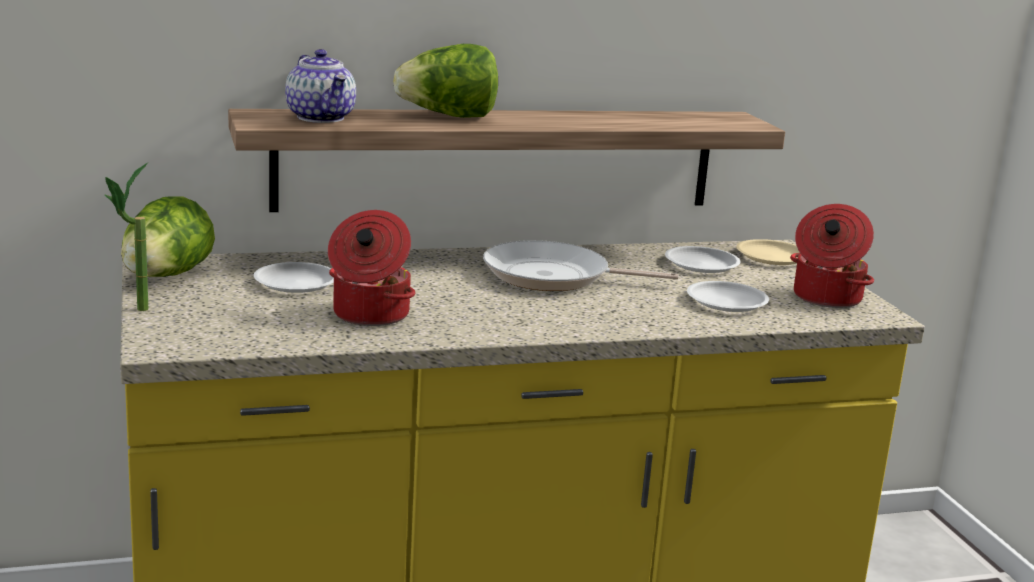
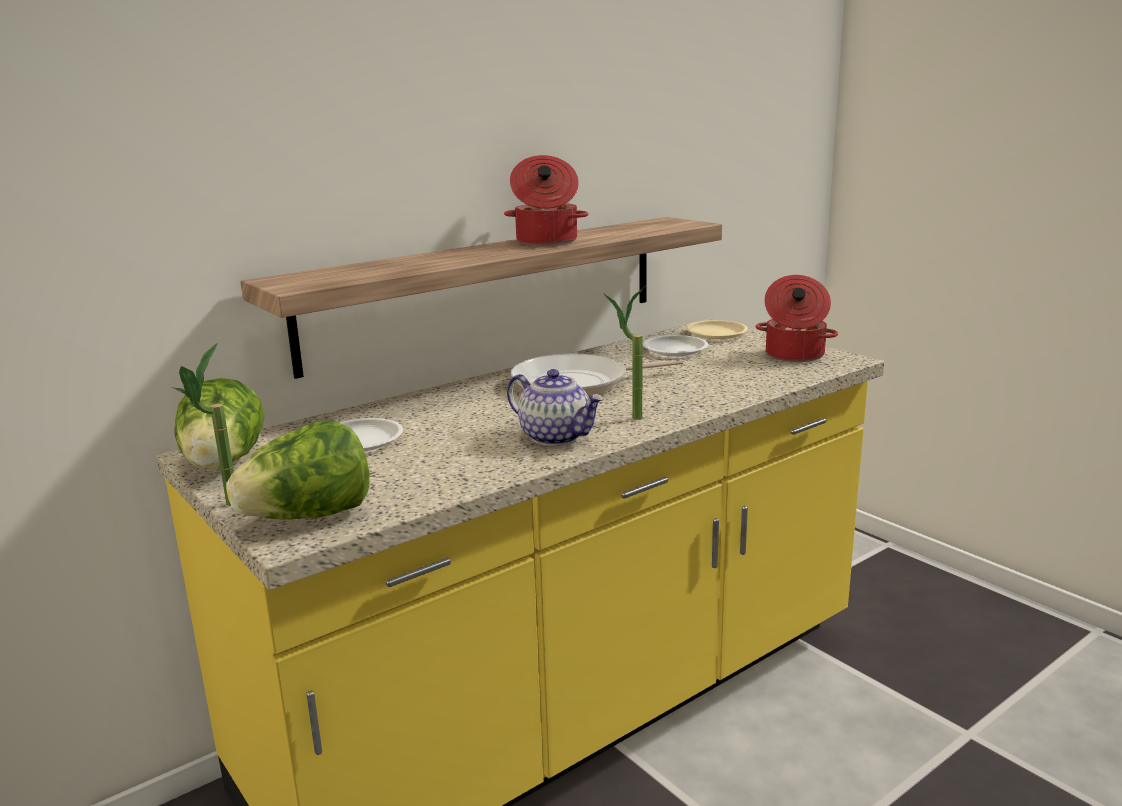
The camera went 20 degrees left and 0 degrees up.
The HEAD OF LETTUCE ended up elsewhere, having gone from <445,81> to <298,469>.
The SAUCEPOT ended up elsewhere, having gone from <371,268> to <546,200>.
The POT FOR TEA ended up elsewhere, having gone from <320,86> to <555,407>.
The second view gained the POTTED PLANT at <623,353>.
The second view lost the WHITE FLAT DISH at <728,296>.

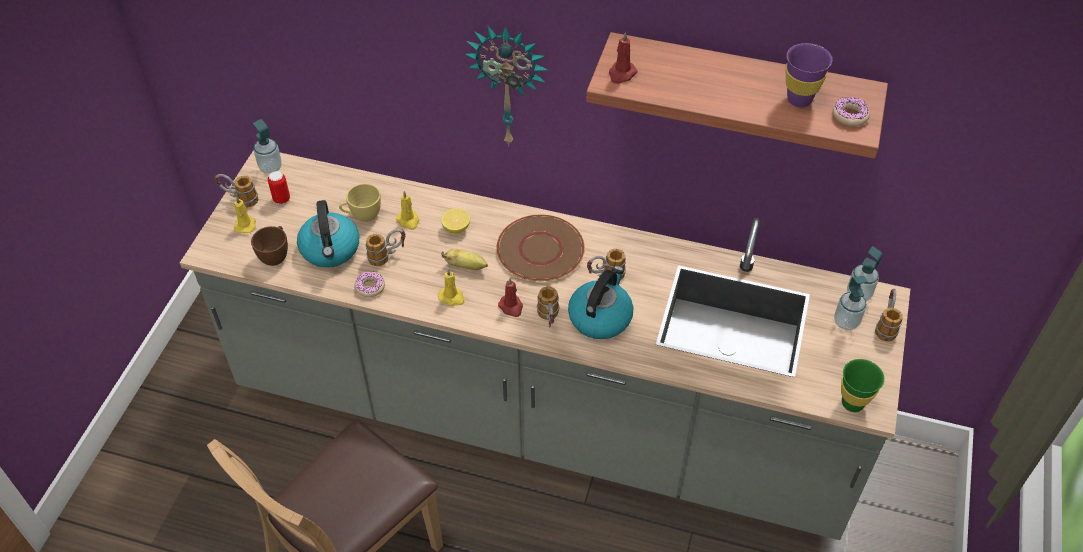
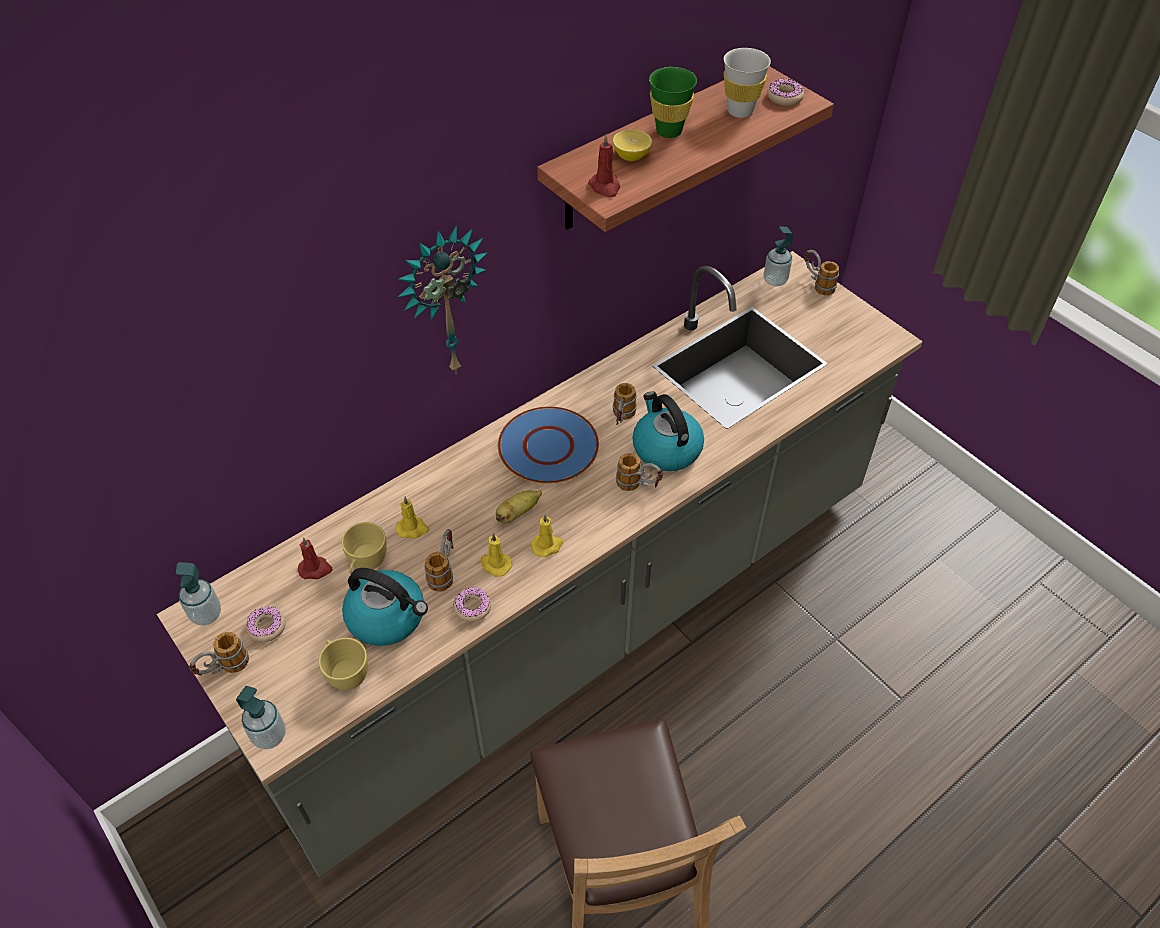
The camera went 55 degrees left and 0 degrees up.
The SOAP BOTTLE ended up elsewhere, having gone from <851,303> to <260,717>.
Where the METAL CAN stood at <279,187>, the DONUT came to stand at <266,624>.
The REDDISH WAX CANDLE ended up elsewhere, having gone from <510,297> to <315,558>.
What was the BROWNISH SMALL CUP at <269,246> turned into the YELLOWISH SMALL CUP at <343,664>.
The YELLOWISH WAX CANDLE ended up elsewhere, having gone from <245,215> to <496,555>.
What was the BROWNISH FLAT DISH at <540,248> turned into the BLUE FLAT DISH at <548,445>.
The LEMON ended up elsewhere, having gone from <455,221> to <632,145>.
The GREENISH SMALL CUP ended up elsewhere, having gone from <863,385> to <673,102>.
What was the PURPLISH SMALL CUP at <808,75> turned into the WHITE SMALL CUP at <747,83>.

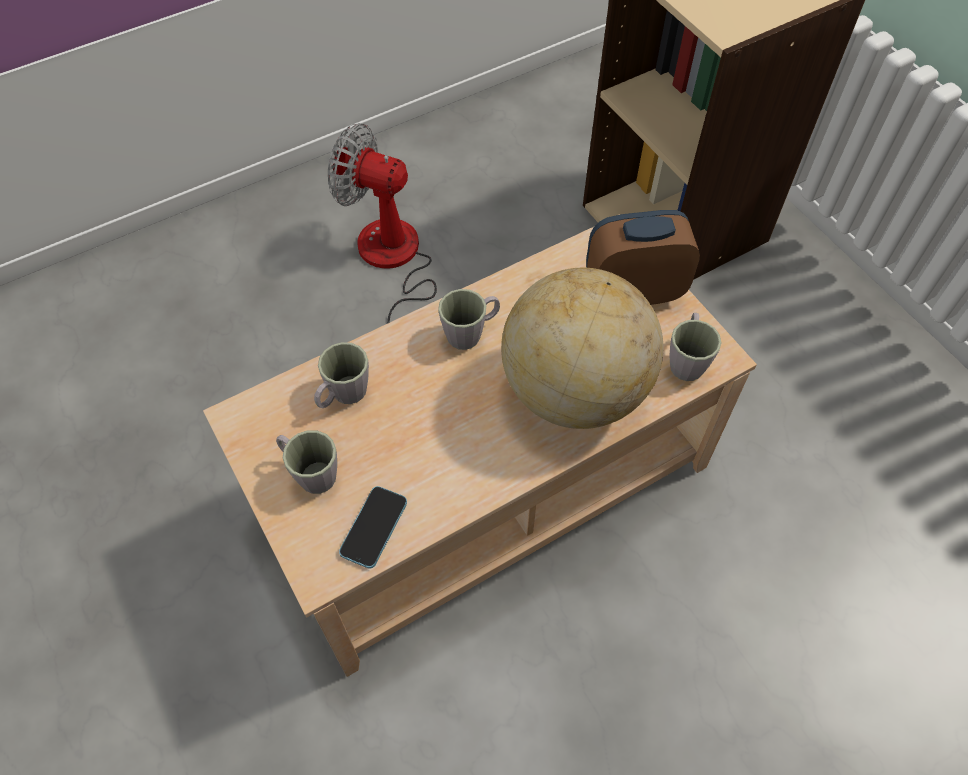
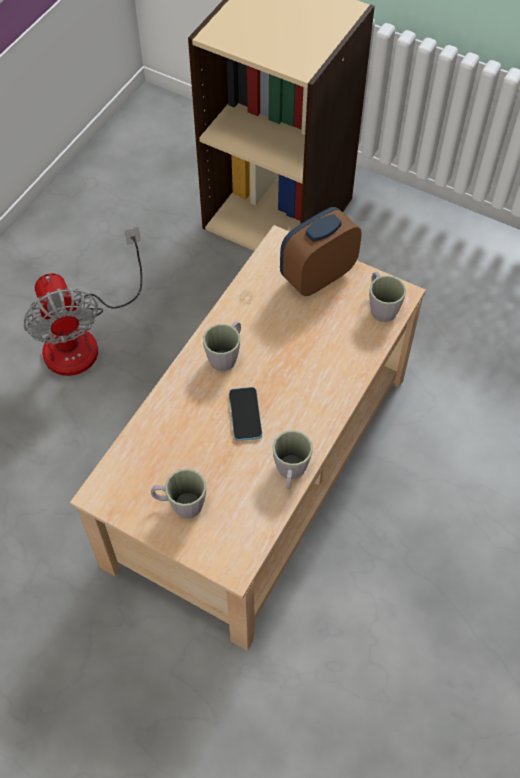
The camera went 30 degrees left and 0 degrees up.
The COOLING FAN at <382,223> ended up facing another way, 105 degrees counterclockwise from before.
The HANDSET ended up elsewhere, having gone from <373,527> to <245,414>.
The GREY TEA MUG ended up elsewhere, having gone from <341,375> to <292,459>.
The second view lost the DESK GLOBE at <582,348>.

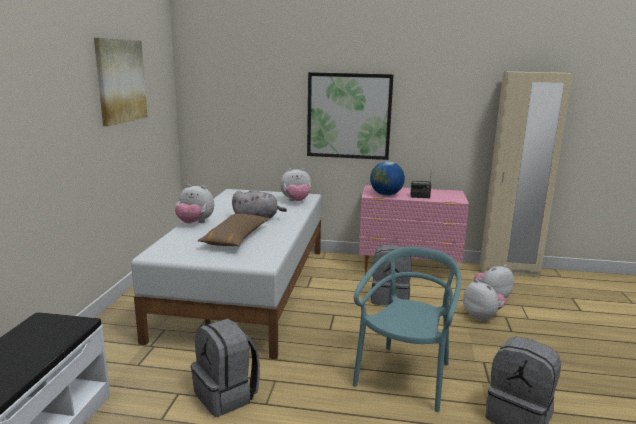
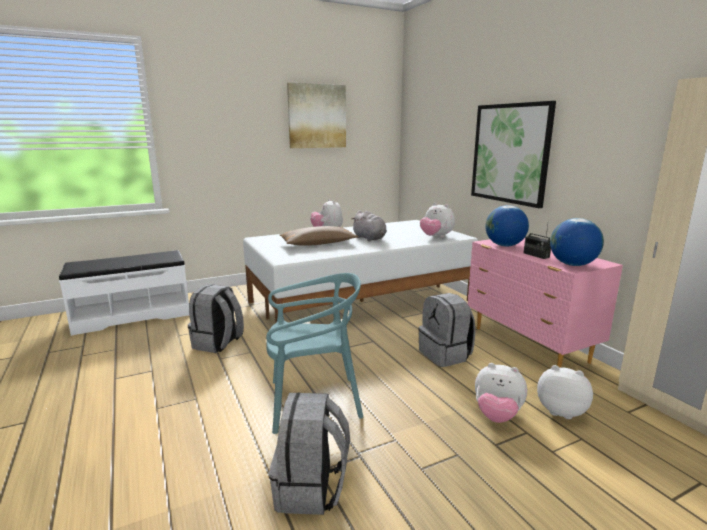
The camera went 55 degrees right and 0 degrees up.
The CUDDLY TOY at <484,300> ended up facing another way, 90 degrees clockwise from before.
The second view gained the DESK GLOBE at <577,242>.

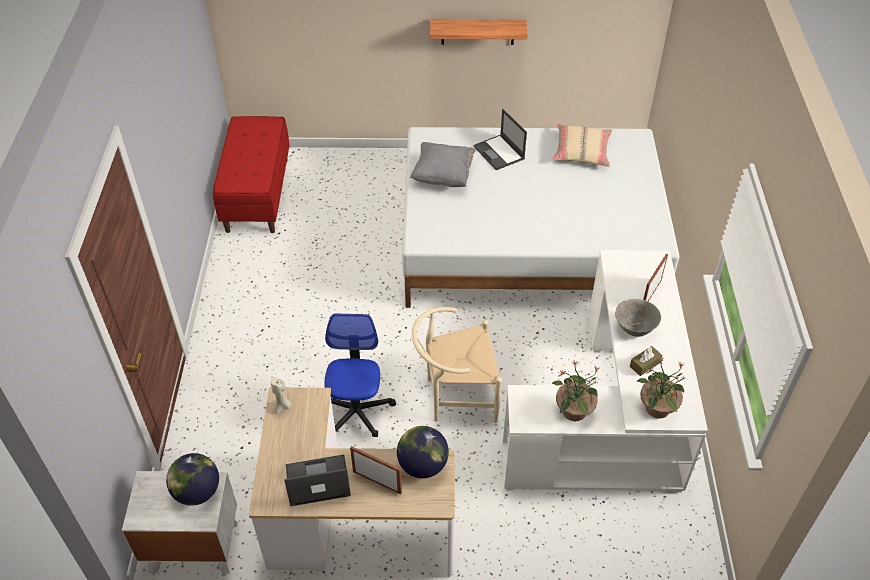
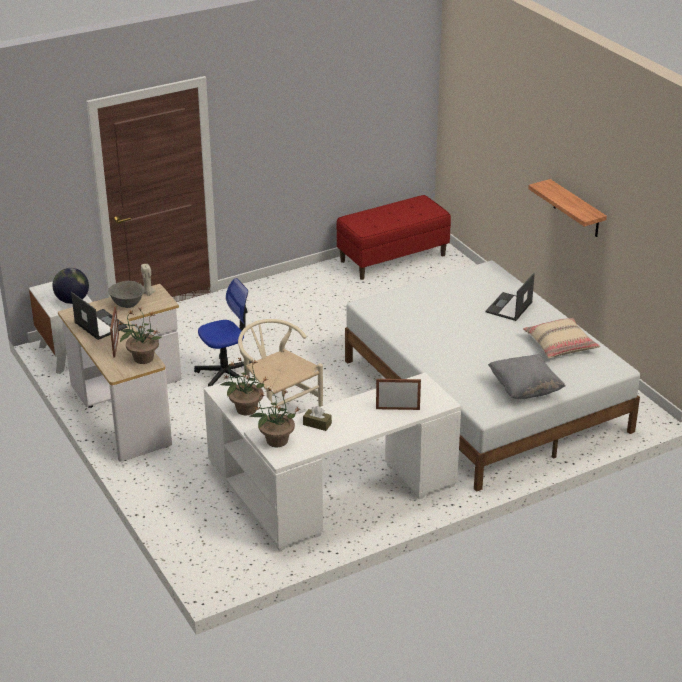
The camera went 60 degrees right and 15 degrees down.
The GREY DEEP DISH ended up elsewhere, having gone from <638,318> to <126,294>.
Where the DESK GLOBE stood at <423,452>, the POTTED PLANT came to stand at <139,335>.
The GREY CUSHION ended up elsewhere, having gone from <443,164> to <527,376>.

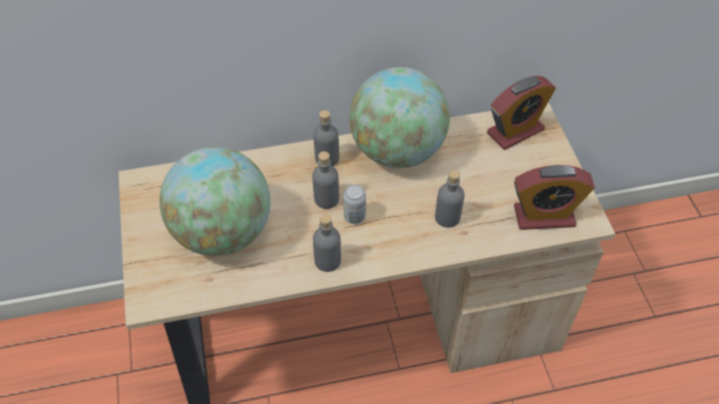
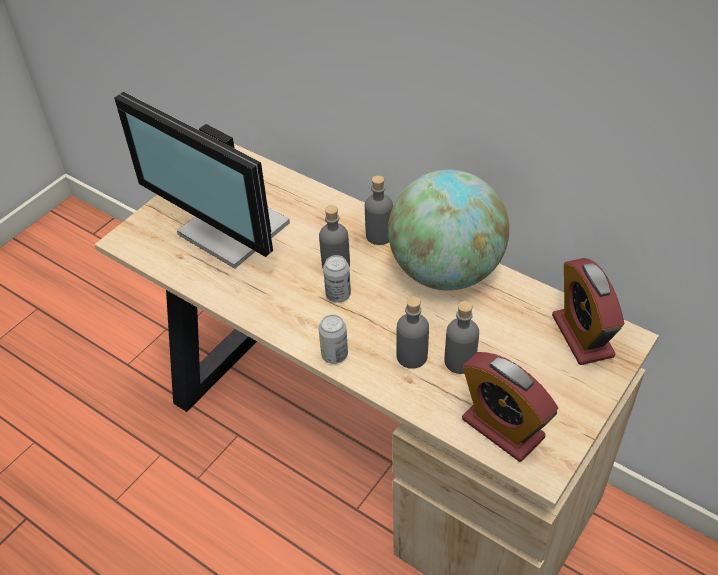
The camera went 50 degrees right and 5 degrees down.
Where the DESK GLOBE stood at <214,201>, the COMPUTER DISPLAY came to stand at <202,180>.
The second view gained the METAL CAN at <333,339>.
The GREY BOTTLE ended up elsewhere, having gone from <327,243> to <462,337>.
The TABLE CLOCK at <521,113> ended up facing another way, 60 degrees clockwise from before.

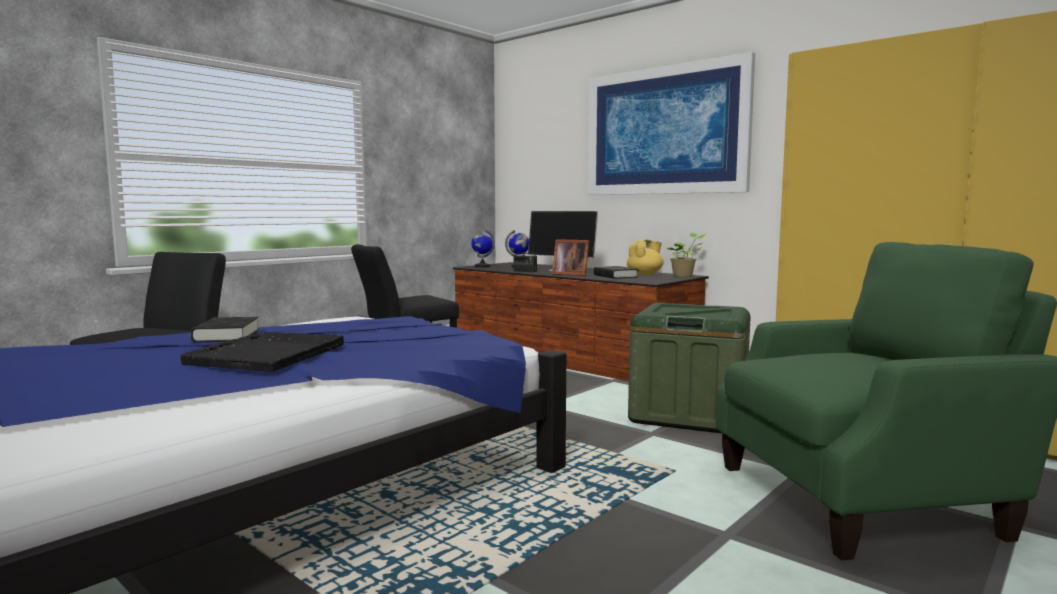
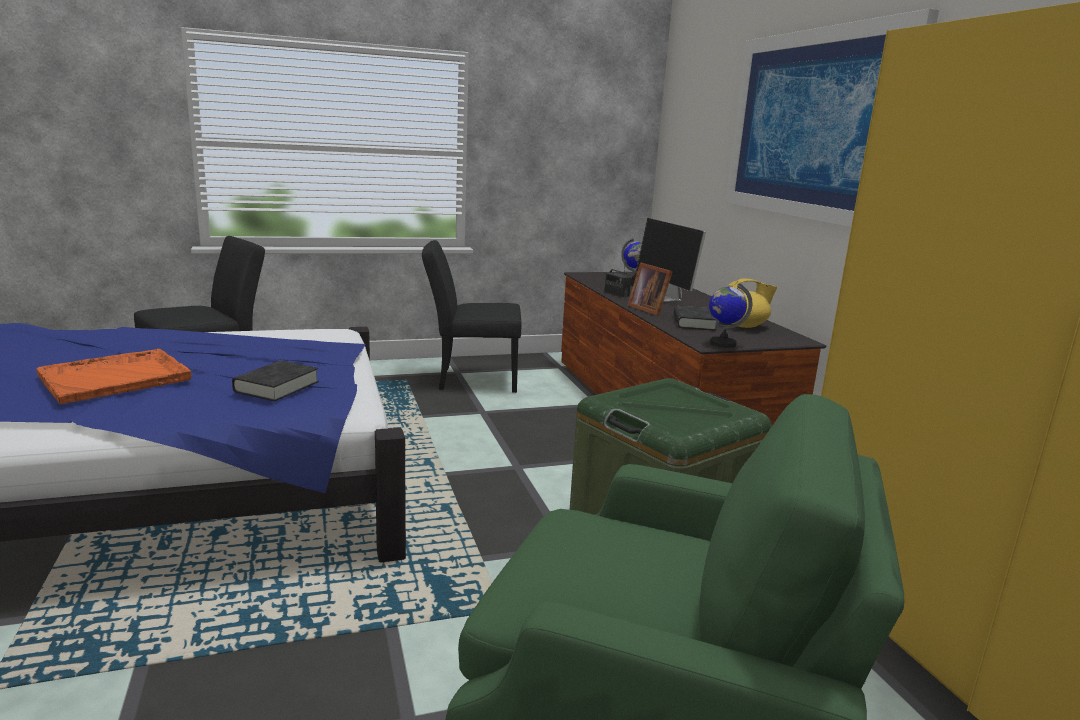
The camera went 30 degrees right and 10 degrees up.
What was the BLACK-COLOURED SERVING TRAY at <262,352> turned into the ORANGE-COLOURED SERVING TRAY at <113,376>.
The BLACK-COLOURED BOOK ended up elsewhere, having gone from <225,330> to <275,380>.
The DESK GLOBE ended up elsewhere, having gone from <483,248> to <730,315>.
The second view lost the POTTED PLANT at <686,255>.

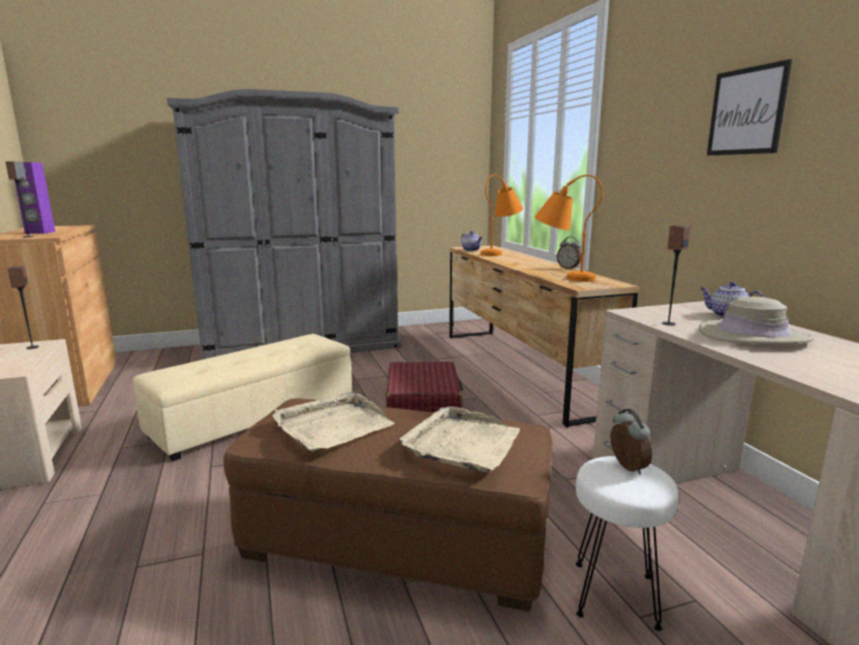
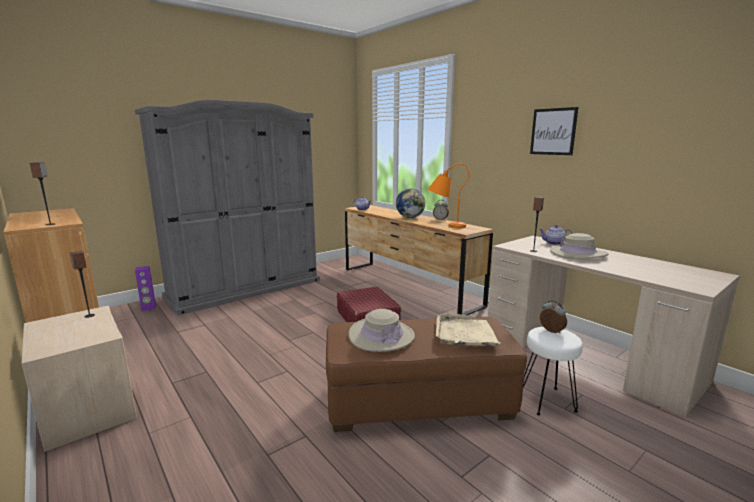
The camera went 20 degrees left and 0 degrees up.
The PURPLISH SPEAKER ended up elsewhere, having gone from <35,198> to <145,288>.
Where the BEIGE-COLOURED SERVING TRAY stood at <333,422>, the BEIGE-COLOURED CLOTHING HAT came to stand at <382,330>.
The second view gained the DESK GLOBE at <410,203>.
The second view lost the BEIGE-COLOURED FOOTREST at <242,397>.
The second view lost the ORANGE-COLOURED TABLETOP LAMP at <501,215>.

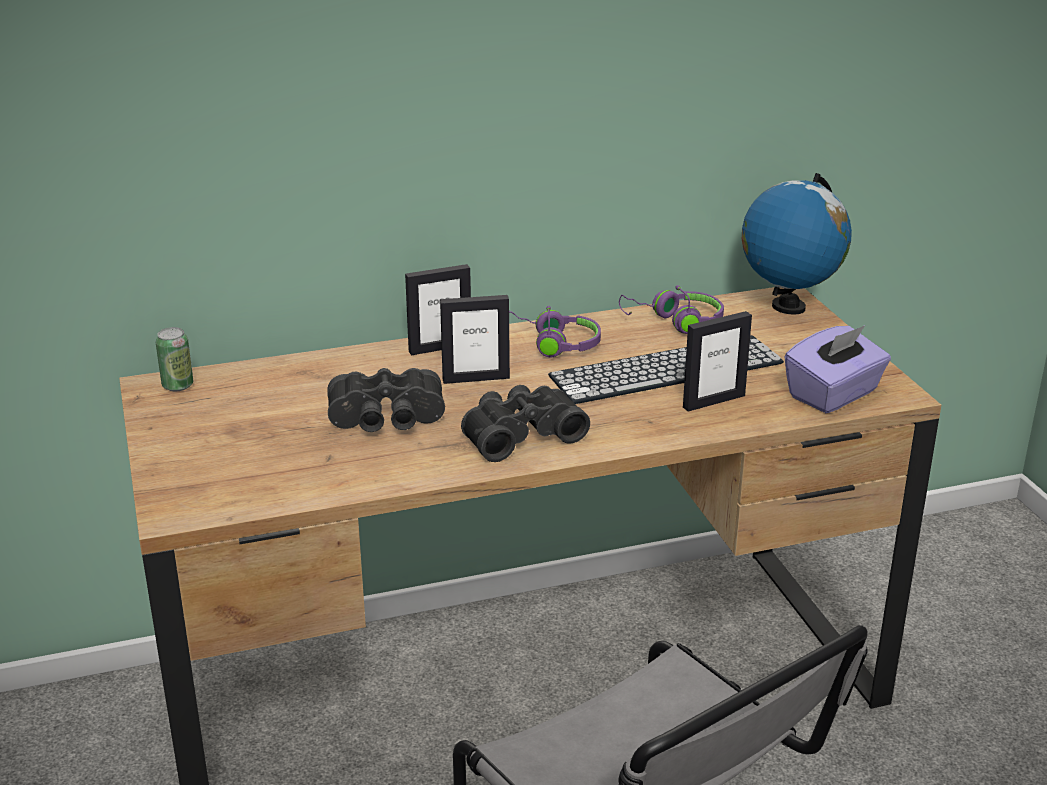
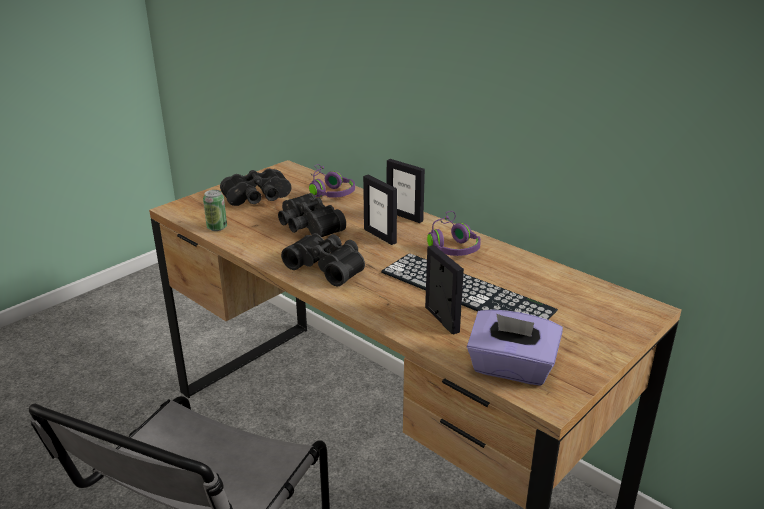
The camera went 60 degrees right and 0 degrees up.
The METAL CAN ended up elsewhere, having gone from <174,359> to <215,210>.
The second view gained the BLACK-COLOURED FIELD GLASSES at <255,187>.
The PURPLISH HEADSET ended up elsewhere, having gone from <671,309> to <332,181>.
The PICTURE FRAME at <717,361> ended up facing another way, 150 degrees counterclockwise from before.
The second view lost the DESK GLOBE at <797,244>.

